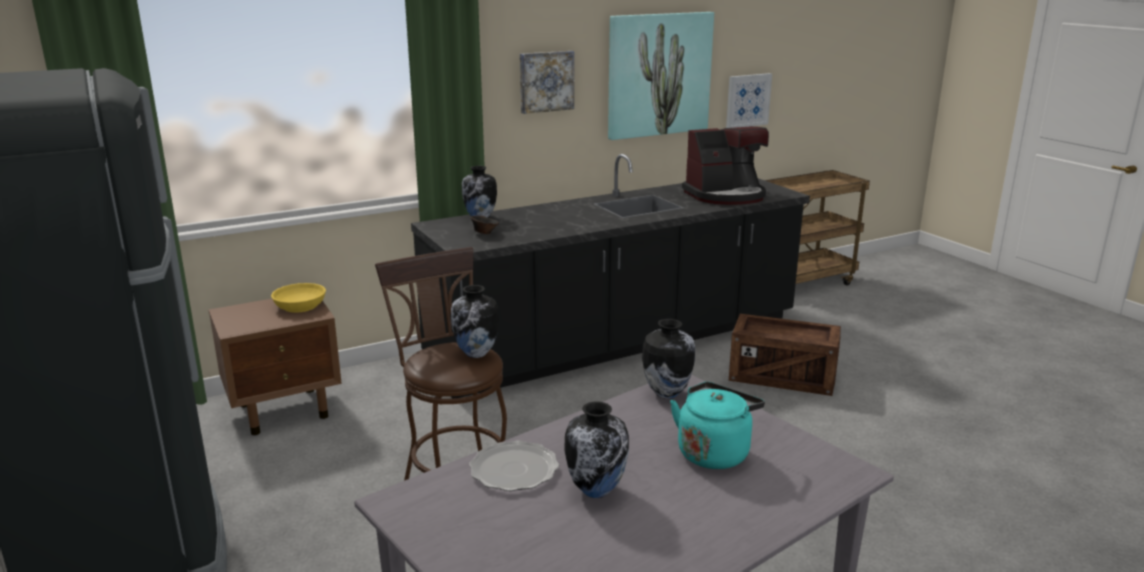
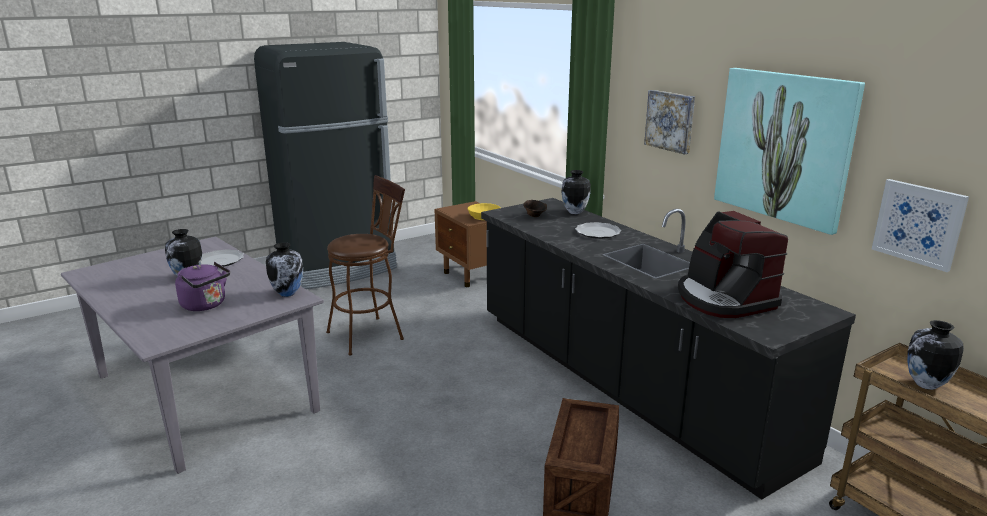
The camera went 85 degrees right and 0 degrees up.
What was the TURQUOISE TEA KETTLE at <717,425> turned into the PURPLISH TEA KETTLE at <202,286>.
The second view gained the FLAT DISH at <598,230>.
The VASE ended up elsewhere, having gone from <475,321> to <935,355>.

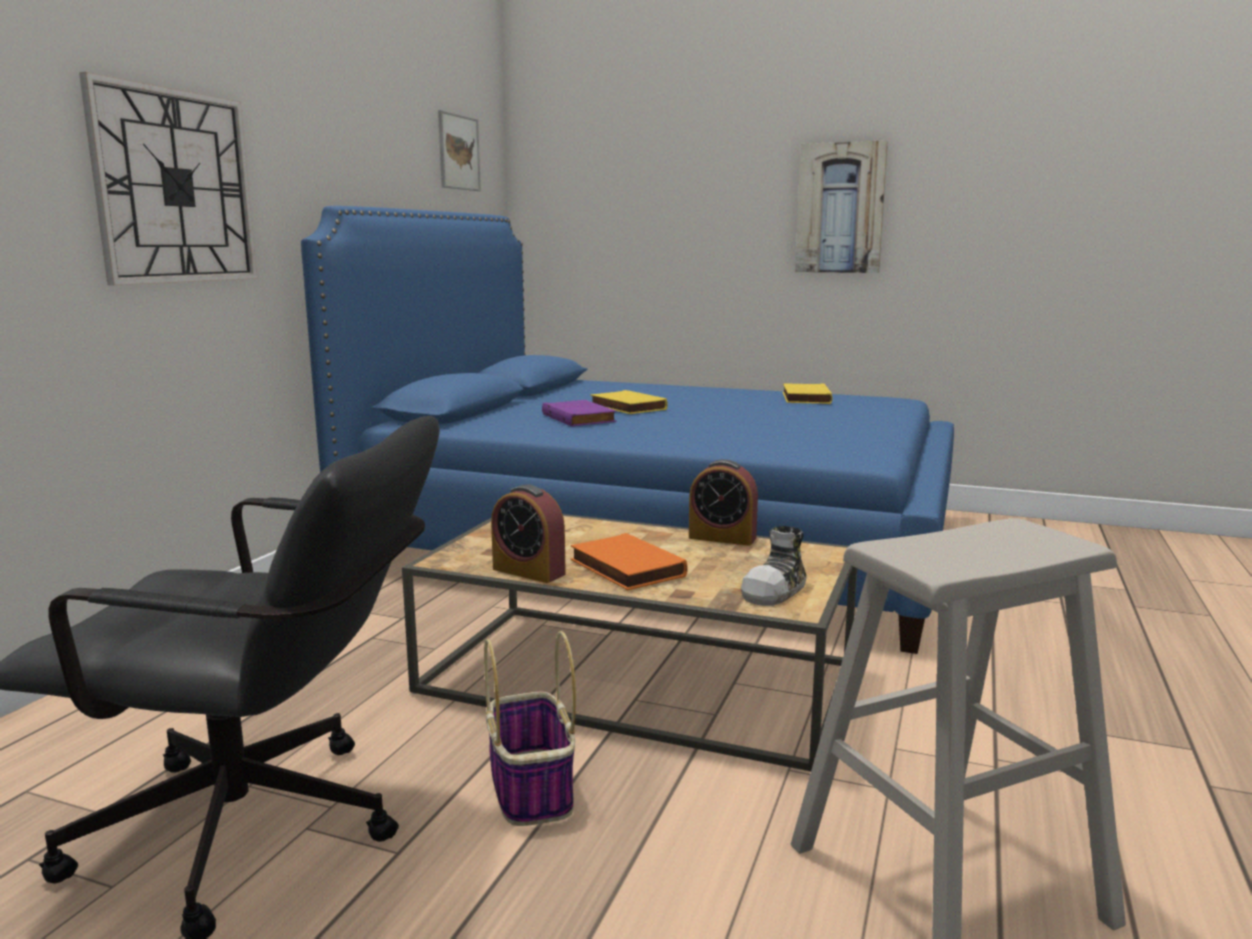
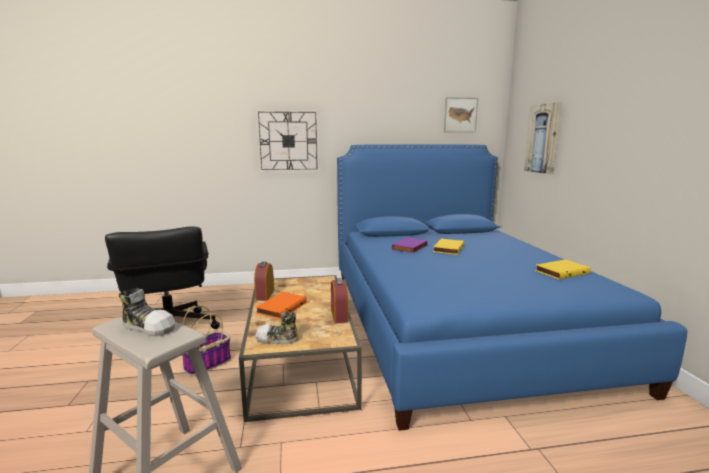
The camera went 60 degrees right and 0 degrees up.
The second view gained the ITEM OF FOOTWEAR at <147,312>.
The WALL PICTURE ended up elsewhere, having gone from <841,206> to <543,138>.

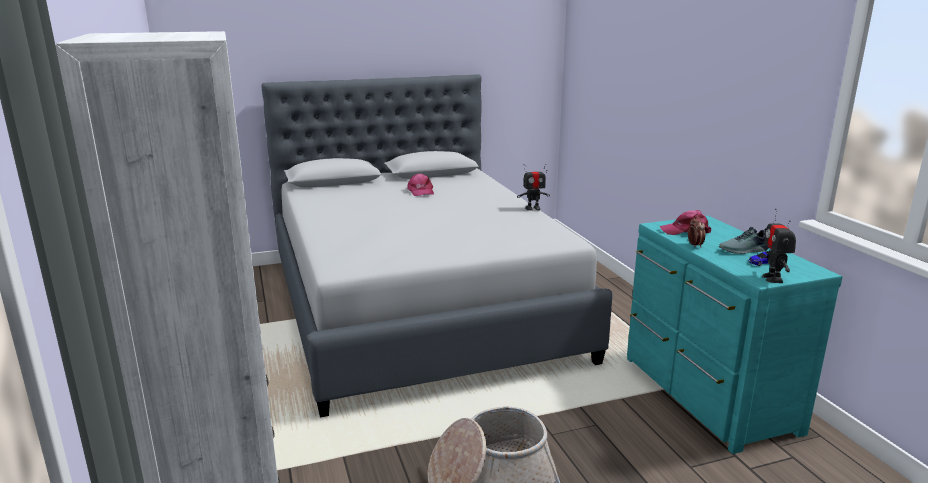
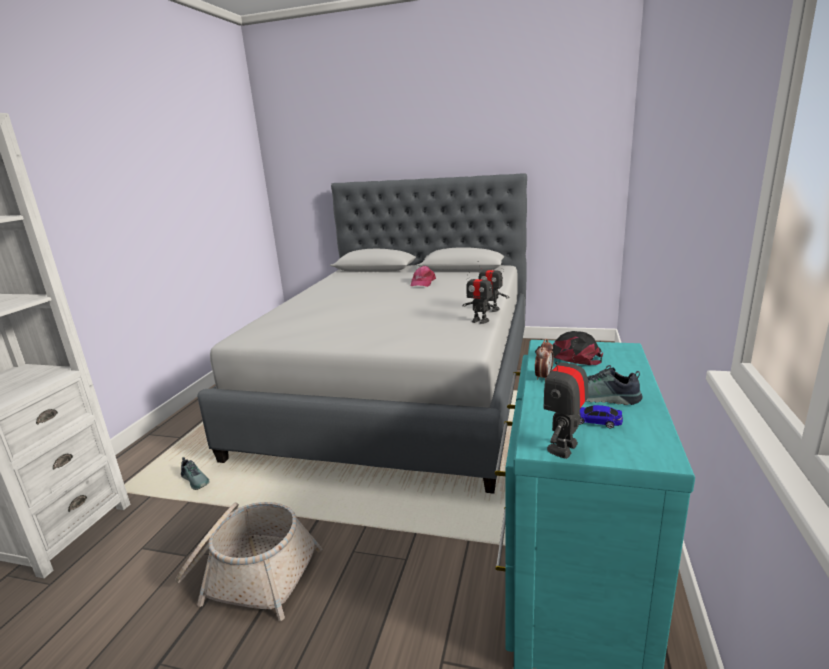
The camera went 35 degrees right and 0 degrees up.
The second view gained the ITEM OF FOOTWEAR at <195,473>.
The second view gained the TOY ROBOT at <480,296>.
What was the PINK-COLOURED PEAKED CAP at <685,222> turned into the BLACK-COLOURED PEAKED CAP at <569,348>.

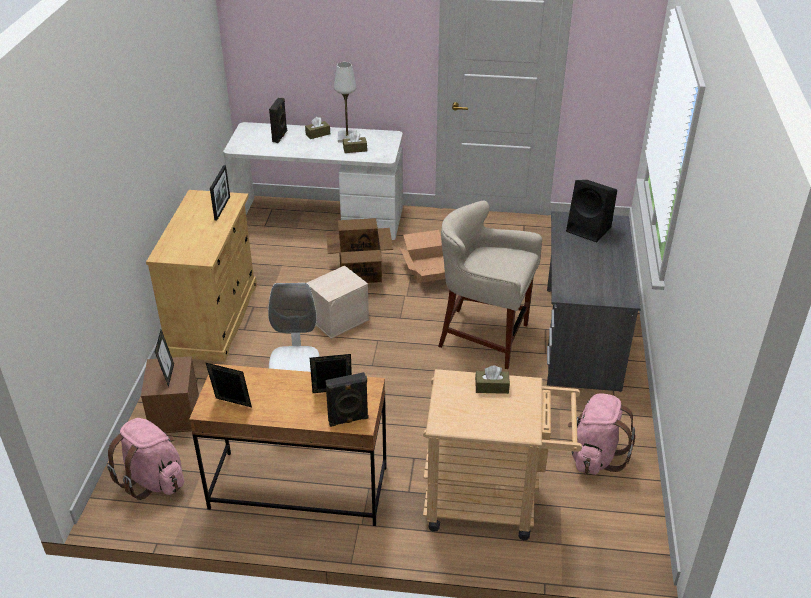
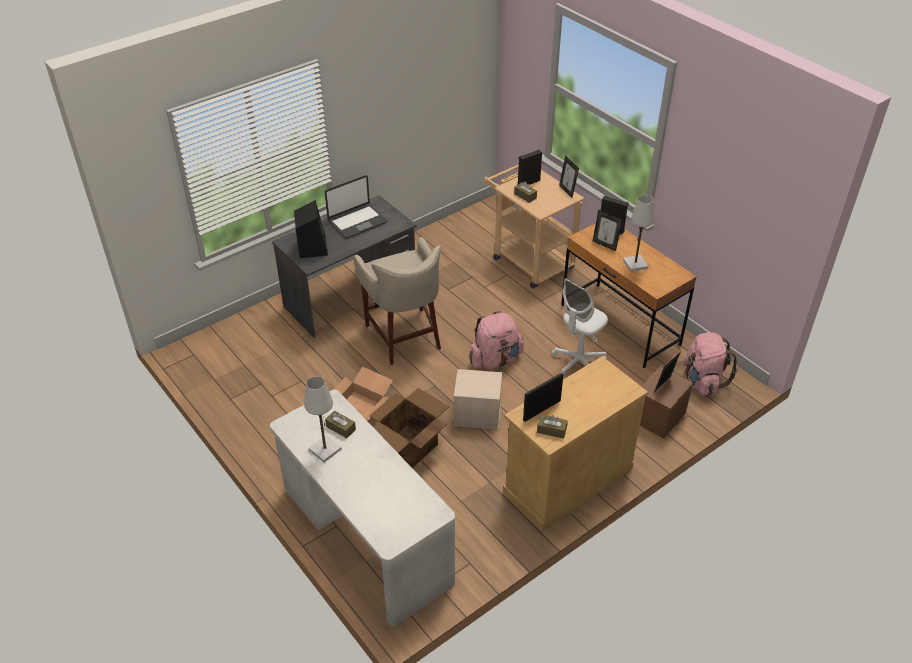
The camera went 135 degrees left and 5 degrees up.
The second view gained the PORTABLE COMPUTER at <356,206>.
The PINK-COLOURED BACKPACK ended up elsewhere, having gone from <601,434> to <496,340>.
The BLACK-COLOURED SPEAKER ended up elsewhere, having gone from <278,120> to <529,167>.
The BROWNISH TISSUE HOLDER ended up elsewhere, having gone from <317,128> to <552,427>.
The PICTURE FRAME ended up elsewhere, having gone from <228,384> to <569,176>.
The second view gained the WHITE TABLETOP LAMP at <639,233>.

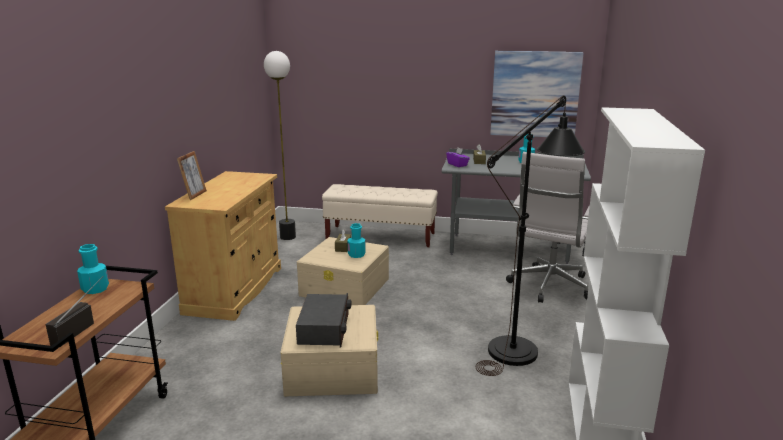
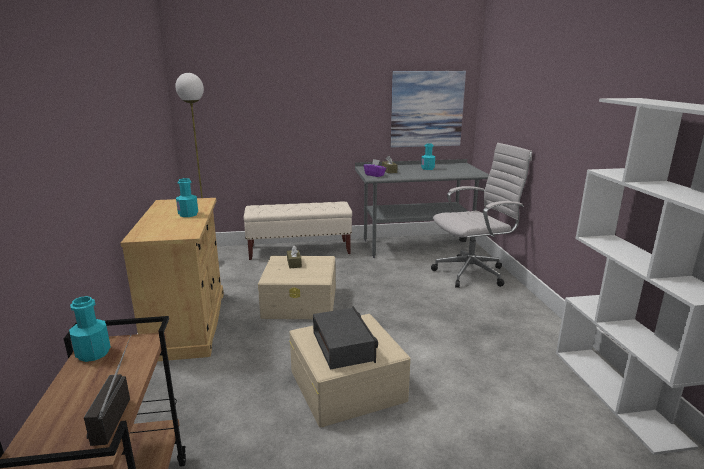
The camera went 20 degrees left and 0 degrees up.
The TURQUOISE BOTTLE ended up elsewhere, having gone from <357,240> to <187,197>.
The WHITE OFFICE CHAIR at <548,227> ended up facing another way, 120 degrees counterclockwise from before.
The second view lost the PICTURE FRAME at <192,175>.
The second view lost the BLACK-COLOURED STANDING LAMP at <530,235>.

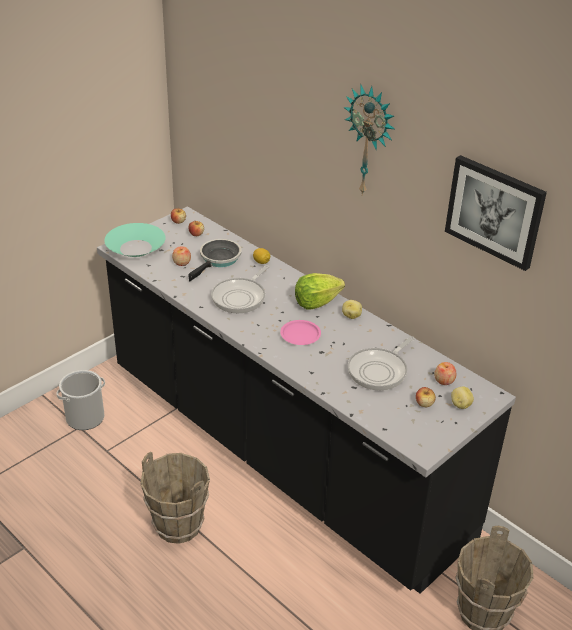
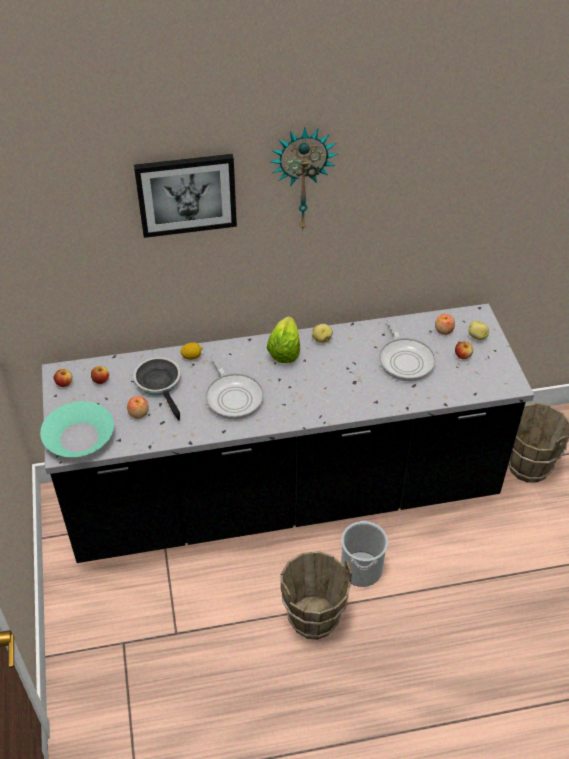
The camera went 55 degrees left and 10 degrees up.
The WALL PICTURE ended up elsewhere, having gone from <496,213> to <185,196>.
The BUCKET ended up elsewhere, having gone from <80,400> to <364,554>.
The second view lost the PINK-COLOURED FLAT DISH at <300,332>.

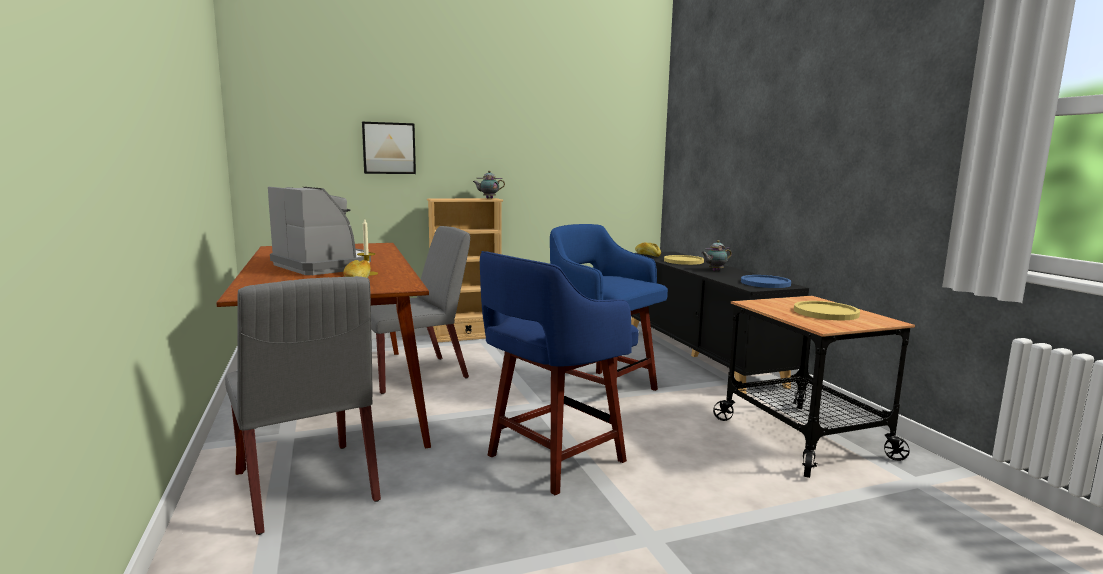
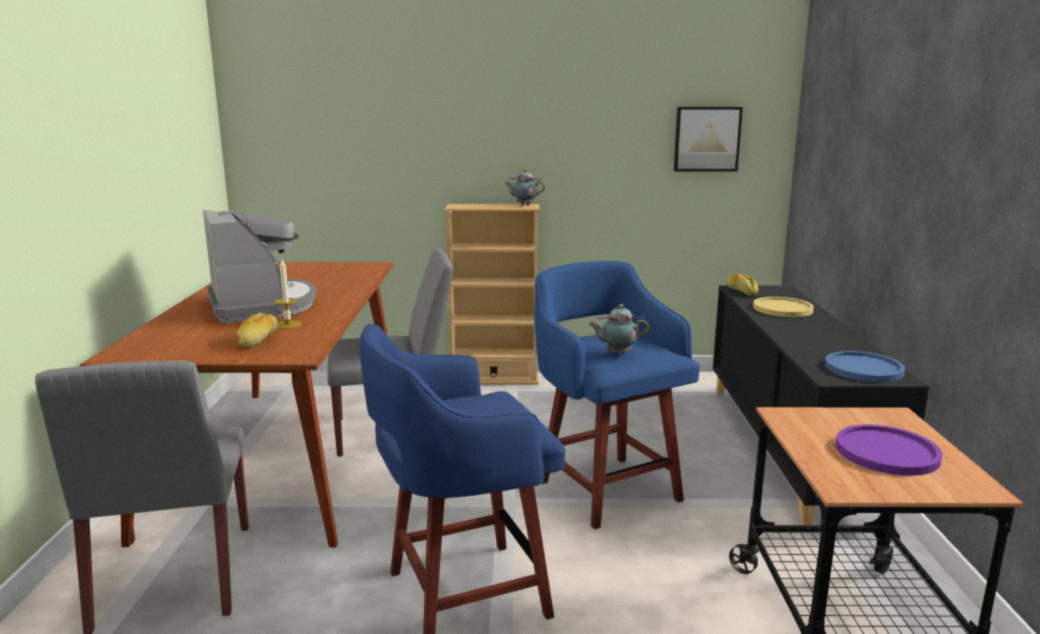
The camera went 20 degrees right and 5 degrees up.
The POT FOR TEA ended up elsewhere, having gone from <716,255> to <619,329>.
The WALL PICTURE ended up elsewhere, having gone from <389,148> to <708,139>.
What was the YELLOWISH FLAT DISH at <827,310> turned into the PURPLISH FLAT DISH at <889,450>.

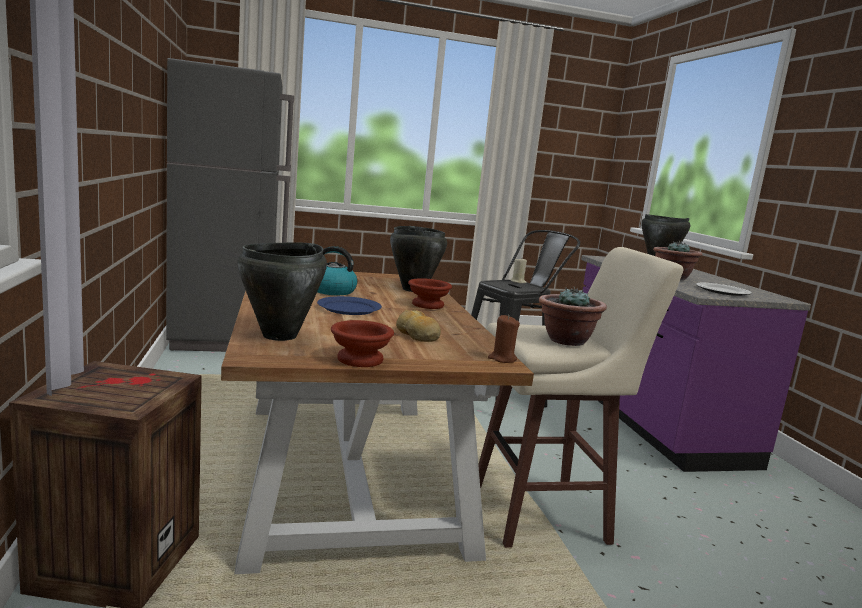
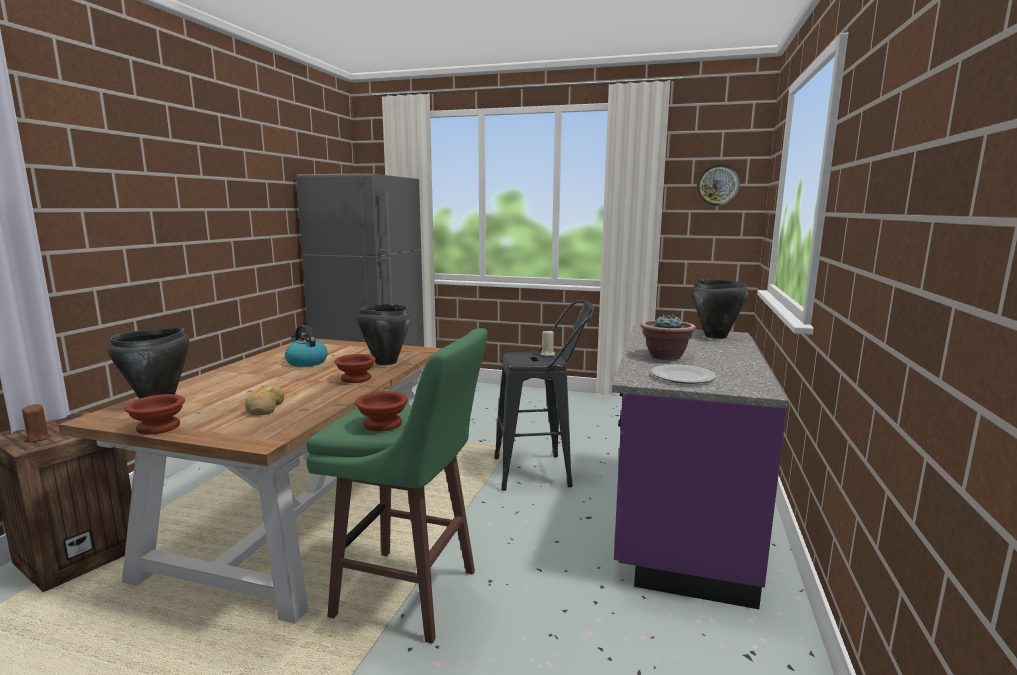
The camera went 30 degrees right and 0 degrees up.
The BROWNISH WAX CANDLE ended up elsewhere, having gone from <504,339> to <36,423>.
What was the BEIGE-COLOURED STOOL SEAT at <580,397> turned into the GREENISH STOOL SEAT at <397,486>.
Where the POTTED PLANT stood at <573,316>, the BROWNISH DEEP DISH came to stand at <381,411>.
The second view gained the HANGING CLOCK at <718,185>.
The second view lost the BLUE FLAT DISH at <349,305>.

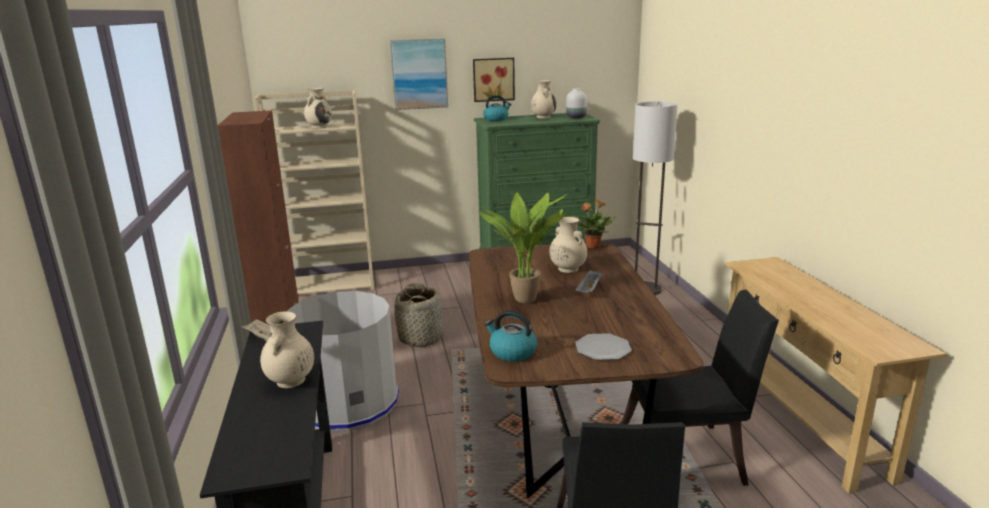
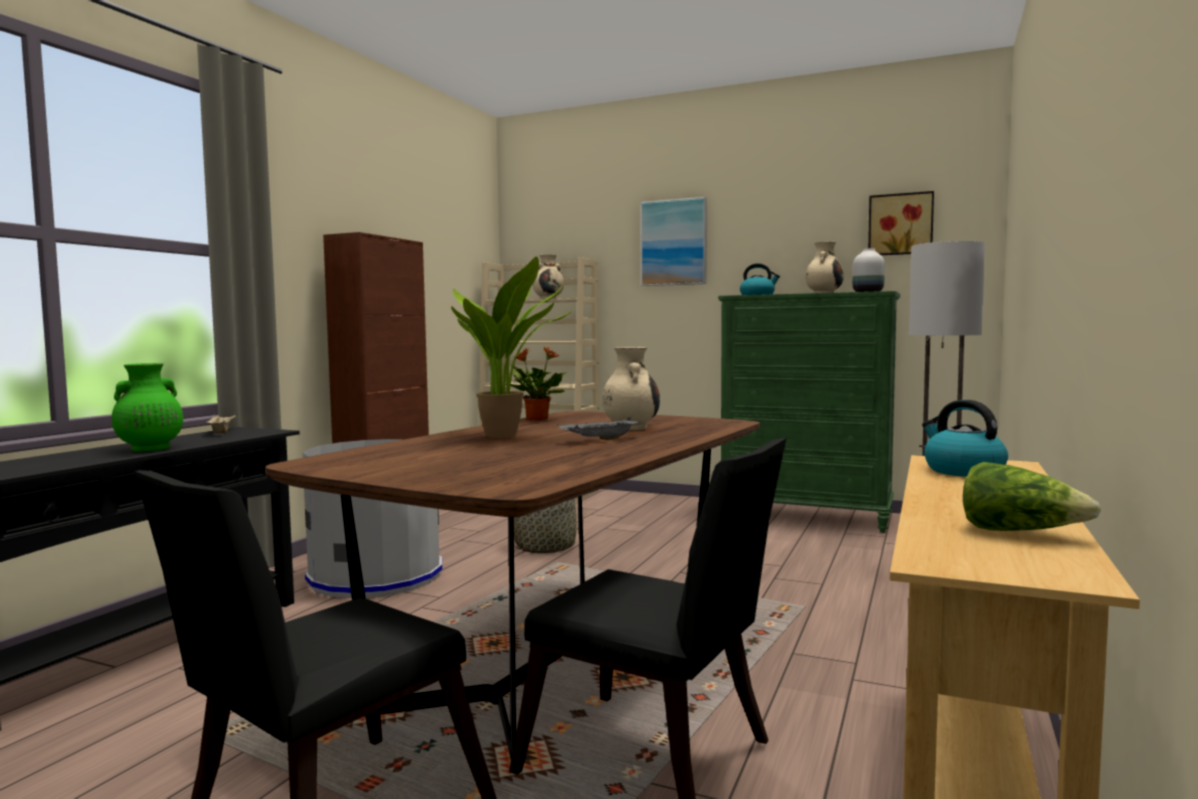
The camera went 35 degrees right and 15 degrees down.
What was the BEIGE-COLOURED VASE at <287,349> turned into the GREENISH VASE at <147,407>.
The POTTED PLANT ended up elsewhere, having gone from <593,224> to <536,383>.
The WALL PICTURE ended up elsewhere, having gone from <494,80> to <901,223>.
The TEA KETTLE ended up elsewhere, having gone from <511,336> to <965,438>.
The second view gained the HEAD OF LETTUCE at <1032,496>.
The second view lost the FLAT DISH at <603,346>.

